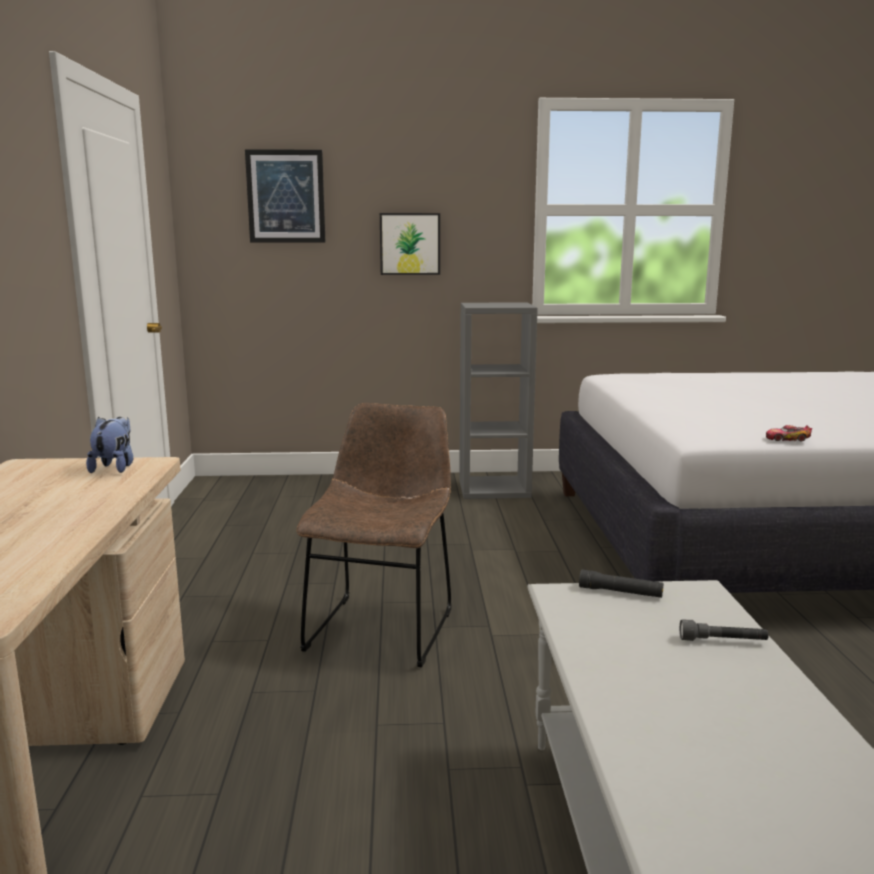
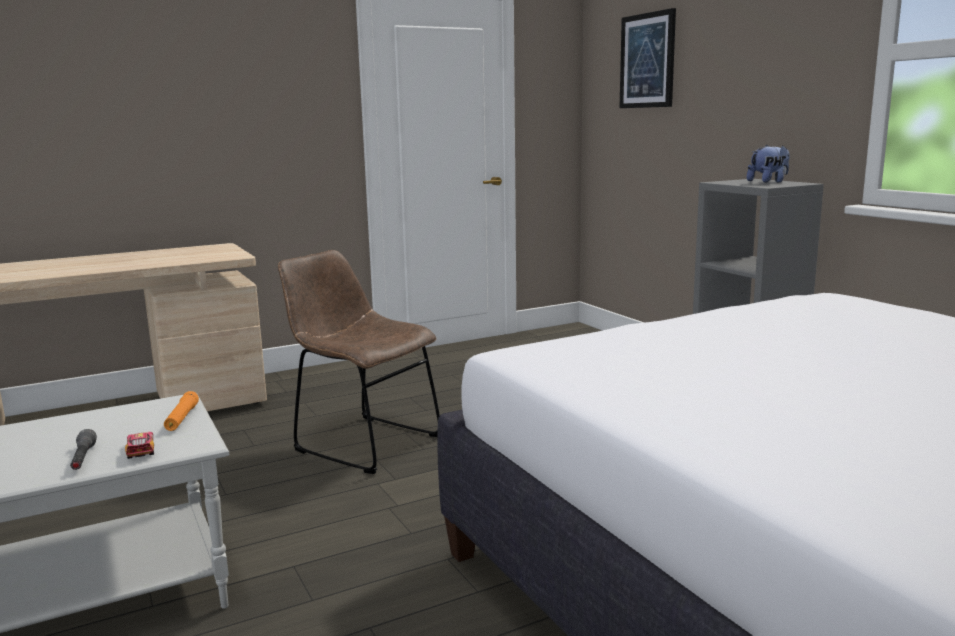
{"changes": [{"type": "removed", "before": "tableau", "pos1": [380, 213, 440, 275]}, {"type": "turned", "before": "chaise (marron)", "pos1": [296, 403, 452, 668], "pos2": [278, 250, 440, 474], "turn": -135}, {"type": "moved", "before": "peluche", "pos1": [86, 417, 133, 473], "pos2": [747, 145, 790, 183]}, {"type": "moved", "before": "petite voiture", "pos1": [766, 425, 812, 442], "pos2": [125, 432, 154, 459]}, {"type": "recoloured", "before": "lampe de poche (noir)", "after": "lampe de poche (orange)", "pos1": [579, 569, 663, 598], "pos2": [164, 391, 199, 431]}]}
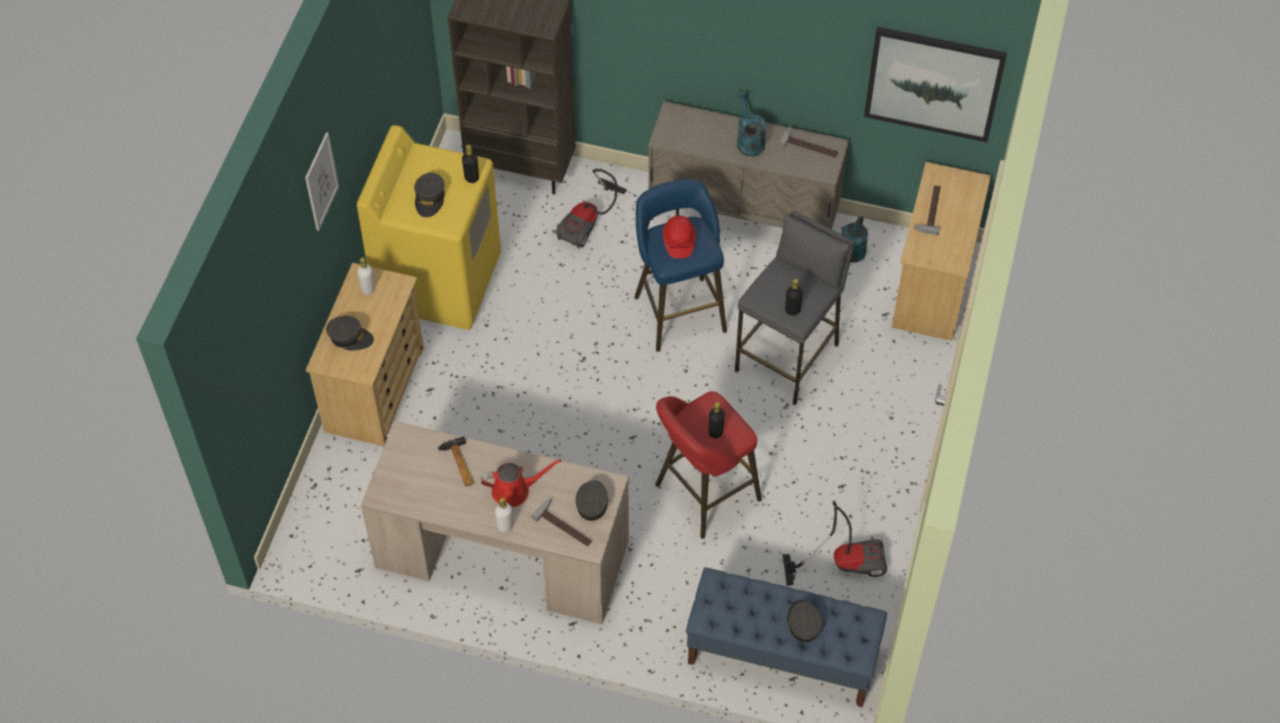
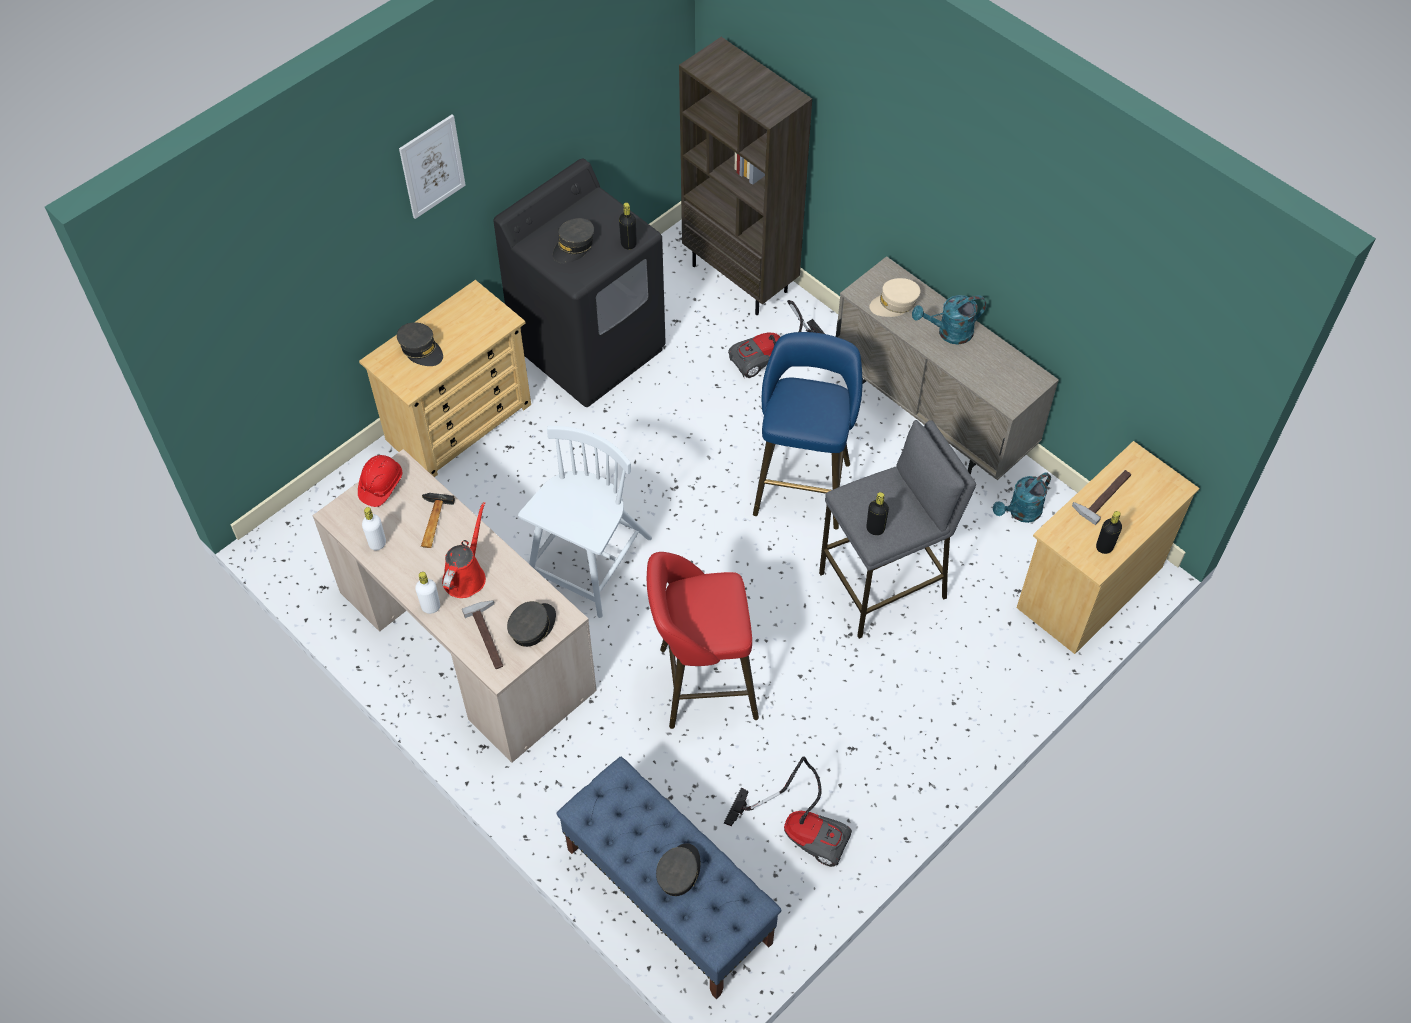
{"changes": [{"type": "removed", "before": "tableau", "pos1": [864, 27, 1007, 142]}, {"type": "turned", "before": "arrosoir (turquoise)", "pos1": [737, 91, 766, 157], "pos2": [912, 295, 987, 345], "turn": -120}, {"type": "recoloured", "before": "lave-linge (jaune)", "after": "lave-linge (noir)", "pos1": [357, 125, 501, 330], "pos2": [493, 159, 665, 407]}, {"type": "removed", "before": "marteau", "pos1": [779, 126, 838, 157]}, {"type": "moved", "before": "casque de chantier (rouge)", "pos1": [663, 215, 696, 258], "pos2": [358, 455, 402, 507]}, {"type": "moved", "before": "bouteille (blanc)", "pos1": [357, 258, 375, 295], "pos2": [362, 507, 386, 550]}, {"type": "moved", "before": "bouteille (noir)", "pos1": [708, 402, 725, 438], "pos2": [1096, 511, 1122, 554]}, {"type": "turned", "before": "arrosoir (rouge)", "pos1": [481, 459, 561, 507], "pos2": [442, 502, 486, 598], "turn": -90}, {"type": "added", "after": "casquette (beige)", "pos2": [869, 278, 920, 317]}, {"type": "added", "after": "chaise (blanc)", "pos2": [518, 426, 652, 618]}]}
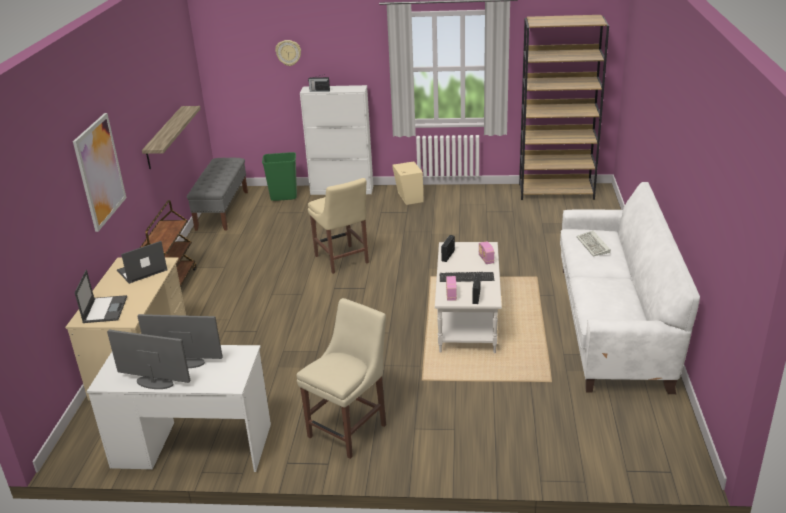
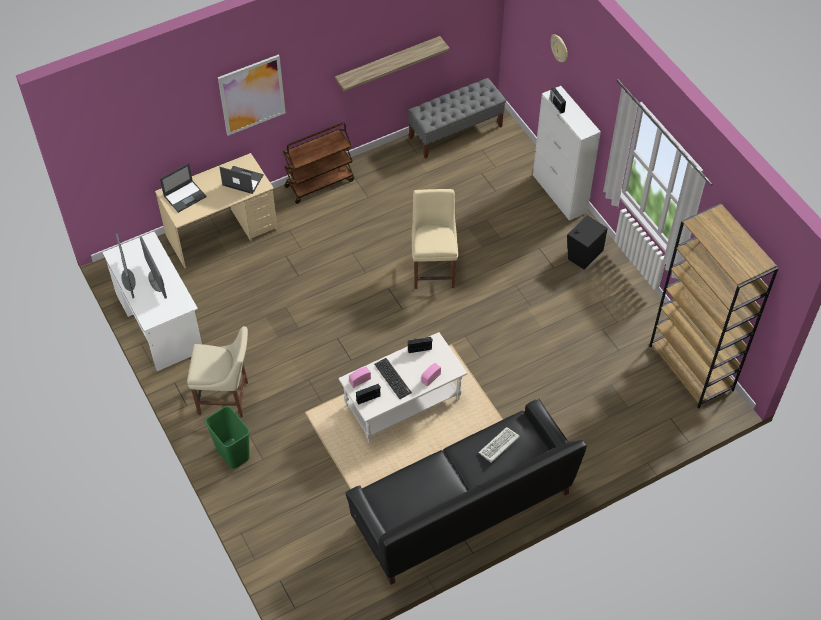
{"changes": [{"type": "moved", "before": "poubelle (vert)", "pos1": [262, 152, 297, 201], "pos2": [205, 406, 250, 469]}, {"type": "recoloured", "before": "enceinte (beige)", "after": "enceinte (noir)", "pos1": [393, 161, 424, 205], "pos2": [567, 215, 608, 269]}, {"type": "turned", "before": "chaise (beige)", "pos1": [308, 178, 369, 274], "pos2": [412, 189, 458, 289], "turn": 150}, {"type": "recoloured", "before": "canapé (blanc)", "after": "canapé (noir)", "pos1": [560, 182, 700, 394], "pos2": [345, 399, 587, 585]}]}
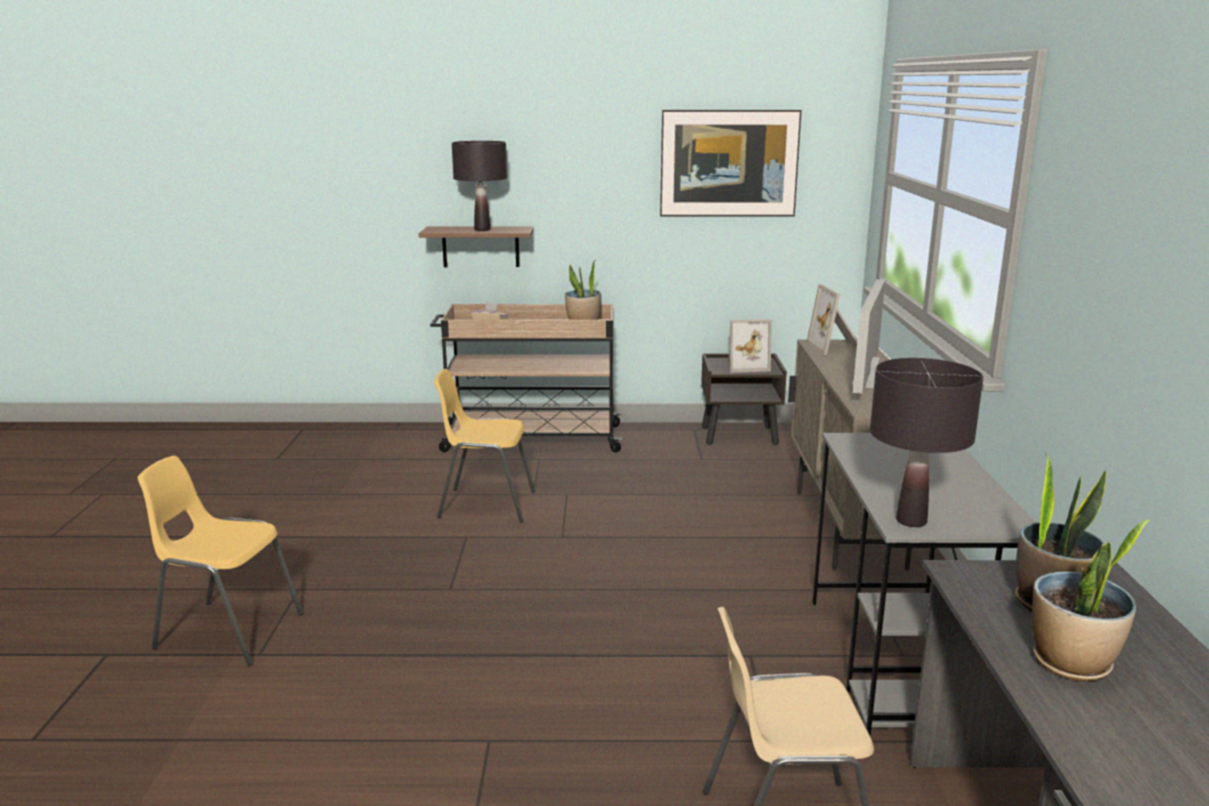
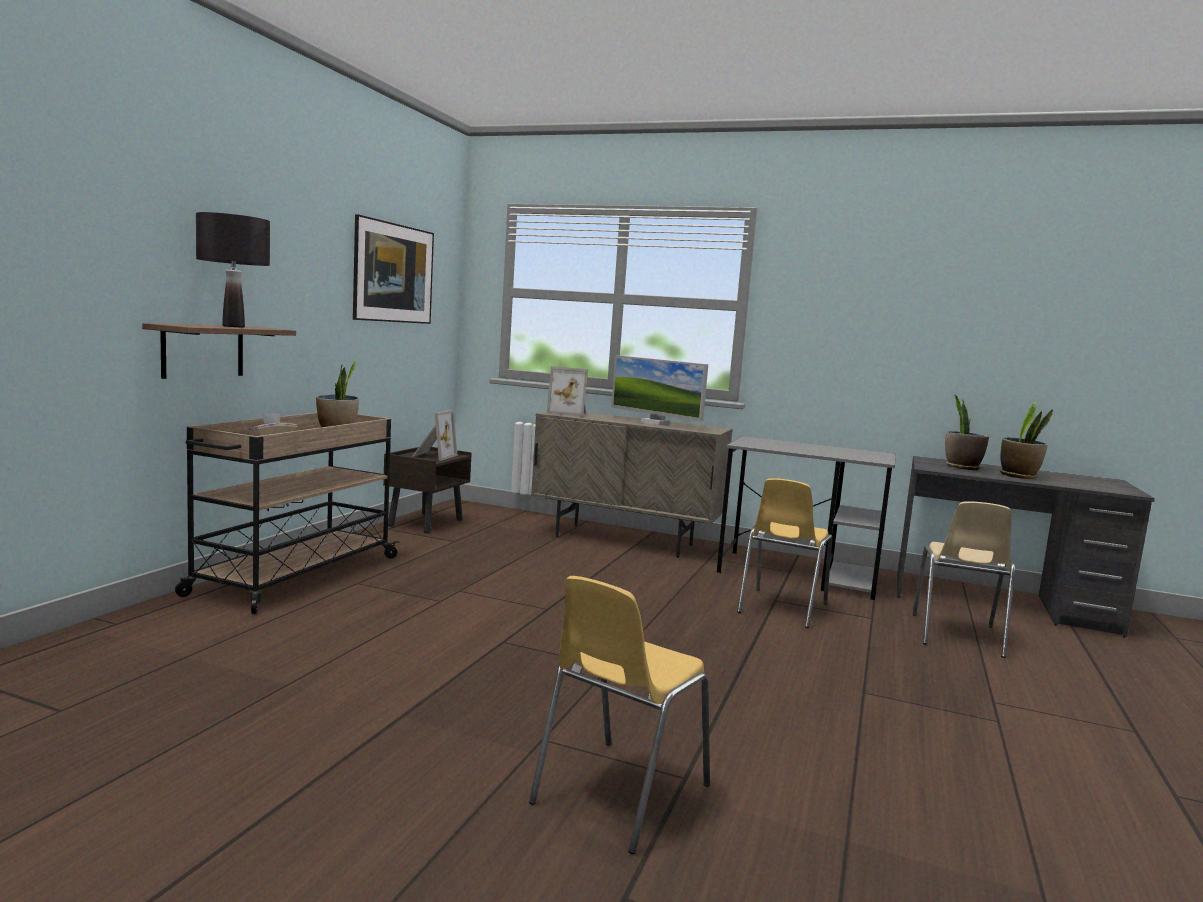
{"changes": [{"type": "removed", "before": "lampe de table (noir)", "pos1": [870, 358, 983, 527]}, {"type": "moved", "before": "chaise (jaune)", "pos1": [434, 369, 535, 523], "pos2": [737, 478, 832, 628]}]}
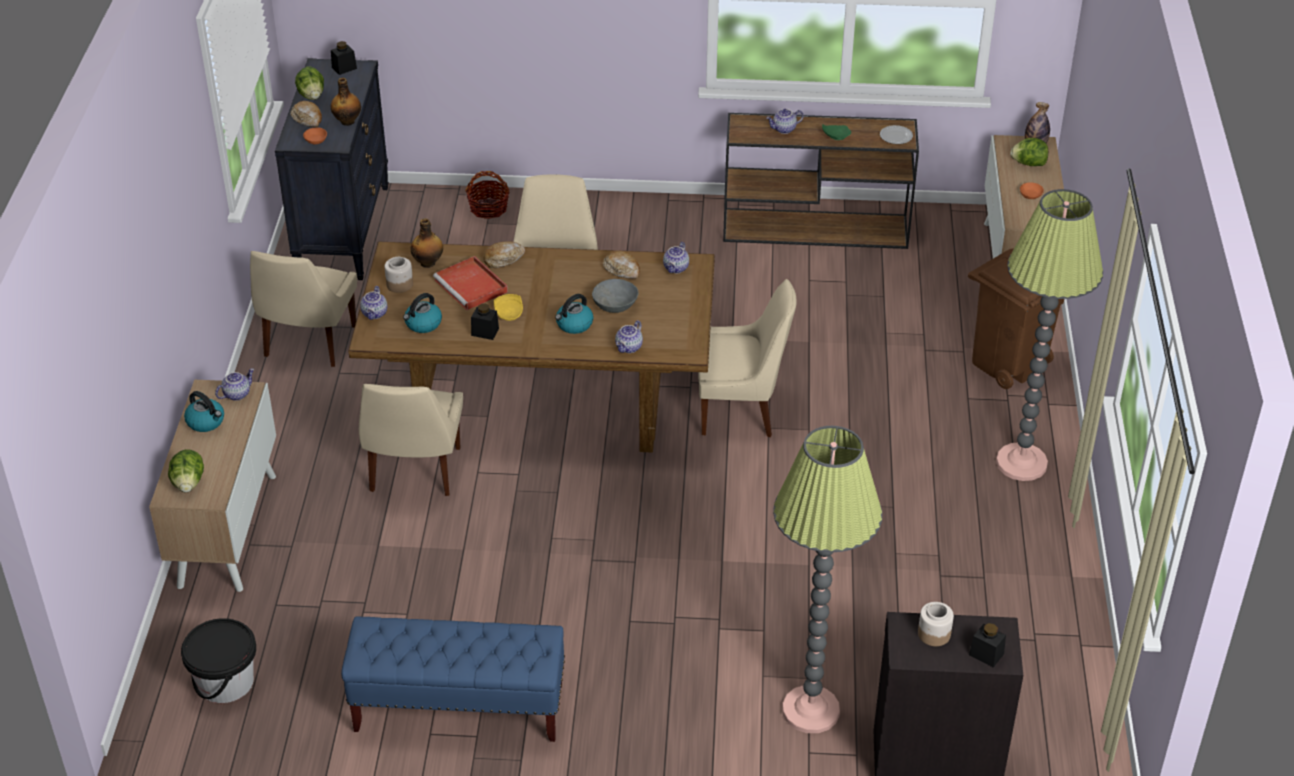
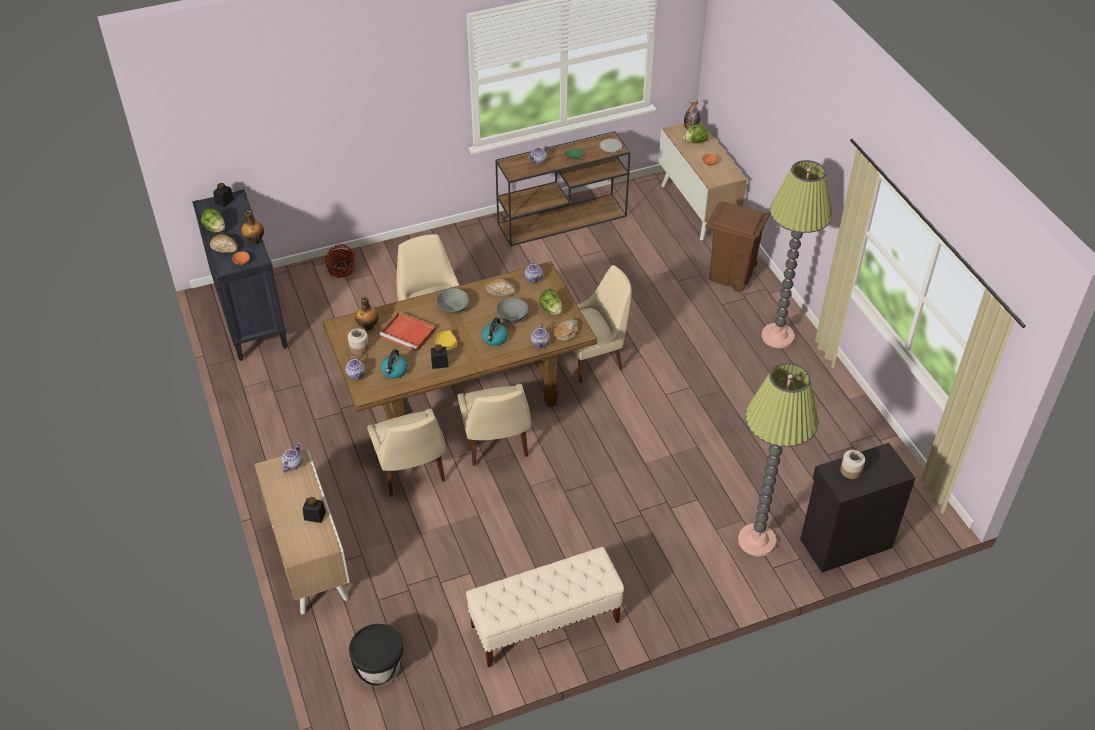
{"changes": [{"type": "moved", "before": "pain", "pos1": [483, 241, 525, 268], "pos2": [553, 319, 578, 342]}, {"type": "moved", "before": "chaise (beige)", "pos1": [250, 251, 357, 367], "pos2": [457, 384, 531, 466]}, {"type": "removed", "before": "bouilloire", "pos1": [184, 391, 224, 432]}, {"type": "moved", "before": "laitue", "pos1": [168, 449, 204, 493], "pos2": [539, 289, 563, 315]}, {"type": "recoloured", "before": "banc (bleu)", "after": "banc (beige)", "pos1": [341, 616, 565, 742], "pos2": [466, 547, 624, 667]}, {"type": "moved", "before": "bocal (noir)", "pos1": [969, 623, 1006, 667], "pos2": [302, 497, 326, 523]}, {"type": "added", "after": "bol (gris)", "pos2": [437, 288, 469, 314]}]}
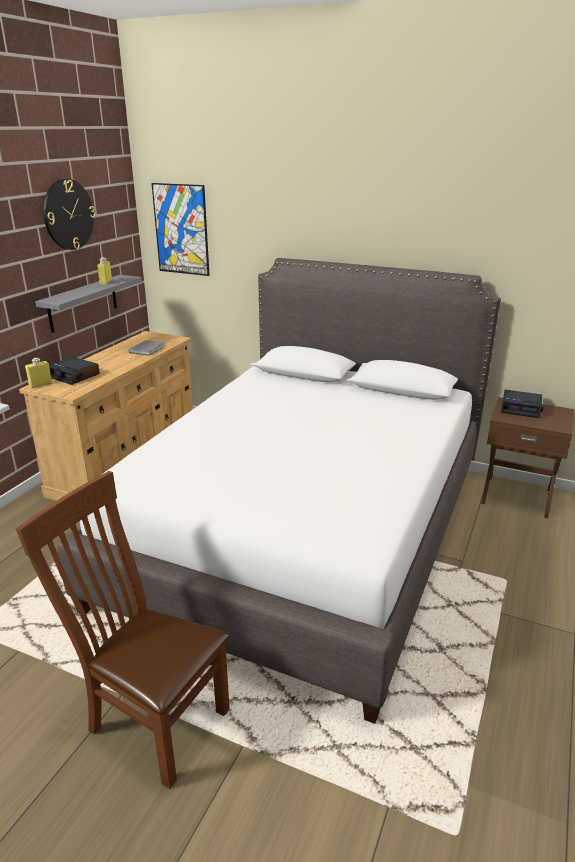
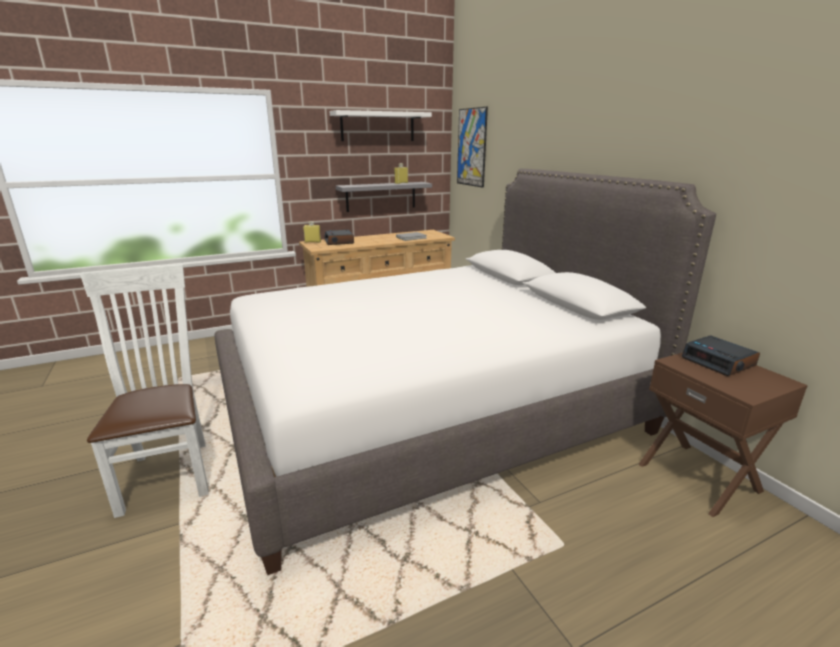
{"changes": [{"type": "replaced", "before": "horloge murale", "after": "étagère (blanc)", "pos1": [43, 179, 95, 250], "pos2": [329, 110, 432, 141]}, {"type": "recoloured", "before": "chaise (marron)", "after": "chaise (blanc)", "pos1": [16, 471, 230, 789], "pos2": [80, 264, 209, 518]}]}
